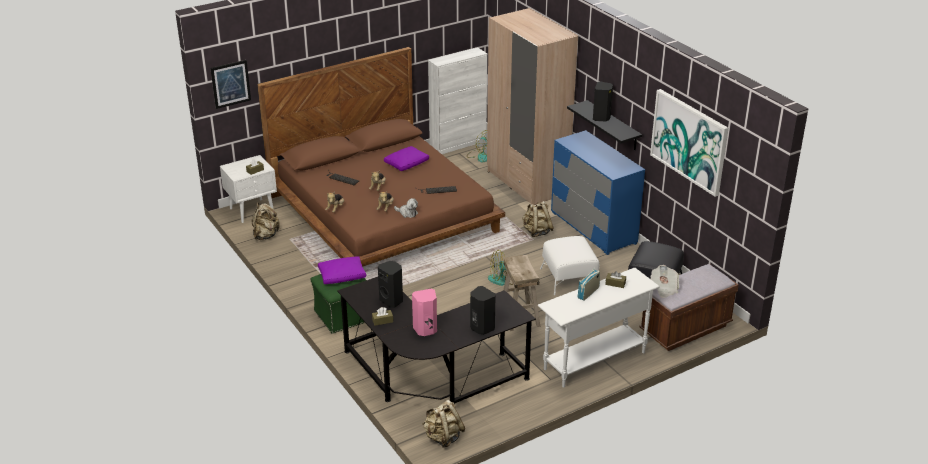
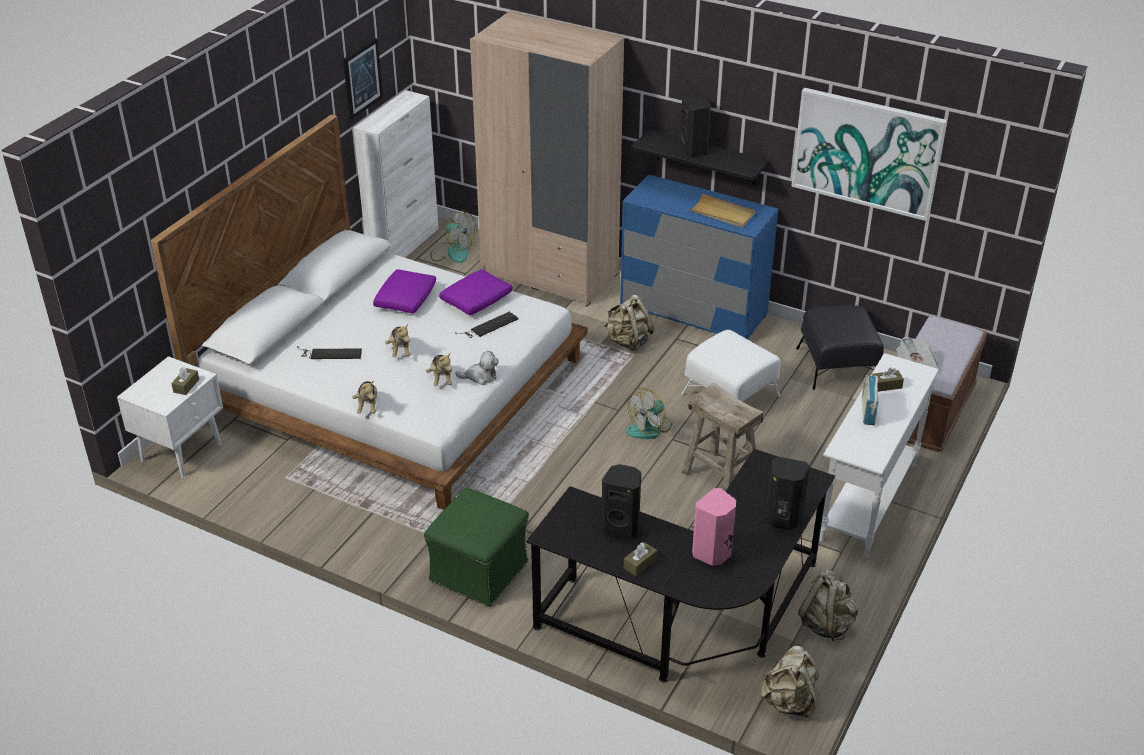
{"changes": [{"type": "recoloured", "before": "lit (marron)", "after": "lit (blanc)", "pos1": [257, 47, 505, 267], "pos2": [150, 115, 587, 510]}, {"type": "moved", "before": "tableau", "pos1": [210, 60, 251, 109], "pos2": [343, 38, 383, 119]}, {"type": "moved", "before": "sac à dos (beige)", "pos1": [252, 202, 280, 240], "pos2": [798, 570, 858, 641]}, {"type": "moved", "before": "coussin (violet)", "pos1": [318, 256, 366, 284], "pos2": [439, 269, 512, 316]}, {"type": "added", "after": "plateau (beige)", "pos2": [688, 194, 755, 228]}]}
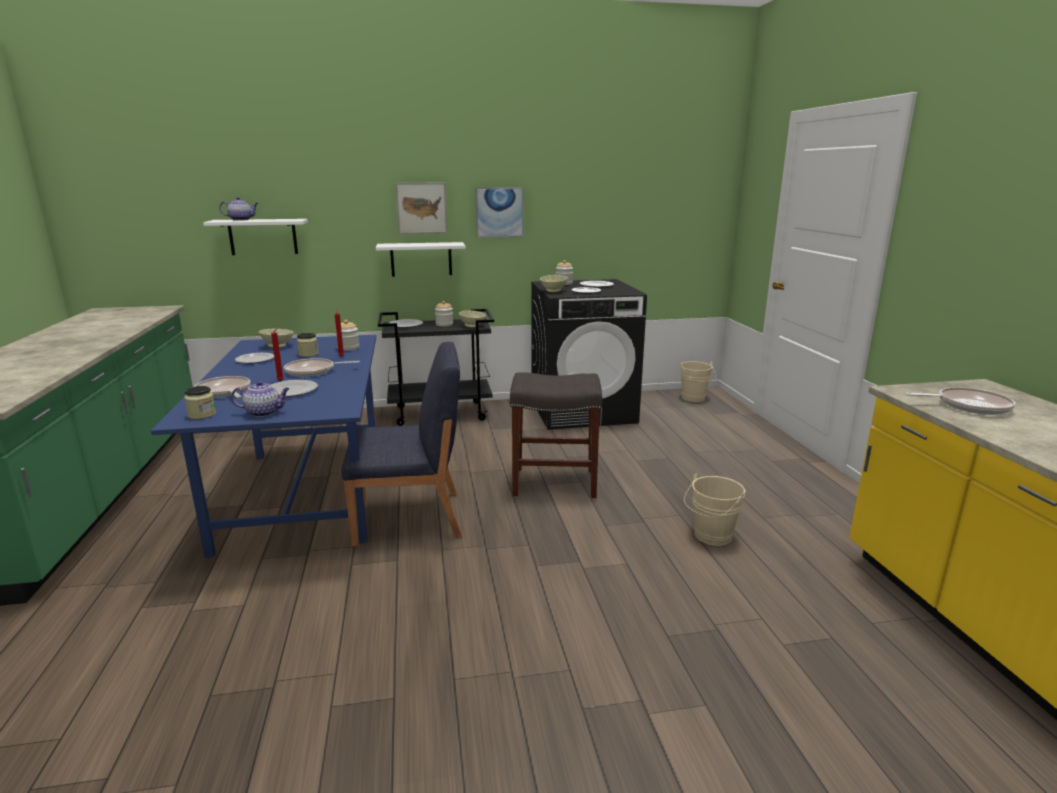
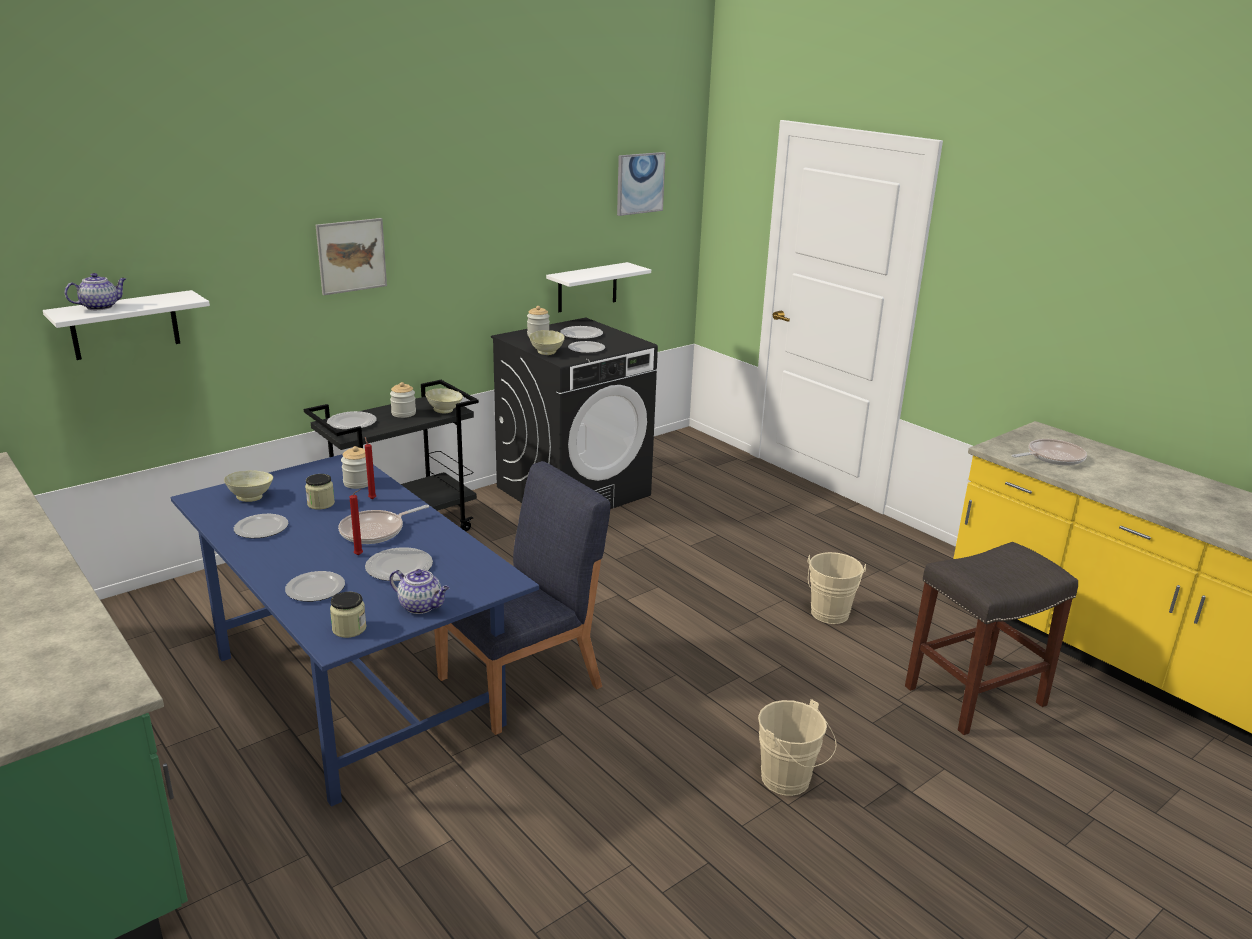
{"changes": [{"type": "moved", "before": "tableau", "pos1": [475, 188, 524, 238], "pos2": [617, 152, 666, 216]}, {"type": "moved", "before": "étagère (blanc)", "pos1": [376, 242, 466, 277], "pos2": [546, 262, 651, 312]}, {"type": "moved", "before": "seau (beige)", "pos1": [680, 361, 716, 402], "pos2": [758, 699, 836, 796]}, {"type": "moved", "before": "tabouret (gris)", "pos1": [510, 372, 602, 498], "pos2": [905, 542, 1078, 735]}, {"type": "replaced", "before": "poêle", "after": "assiette", "pos1": [194, 376, 250, 398], "pos2": [285, 571, 345, 602]}, {"type": "turned", "before": "théière", "pos1": [231, 381, 290, 417], "pos2": [389, 569, 449, 614], "turn": 60}]}
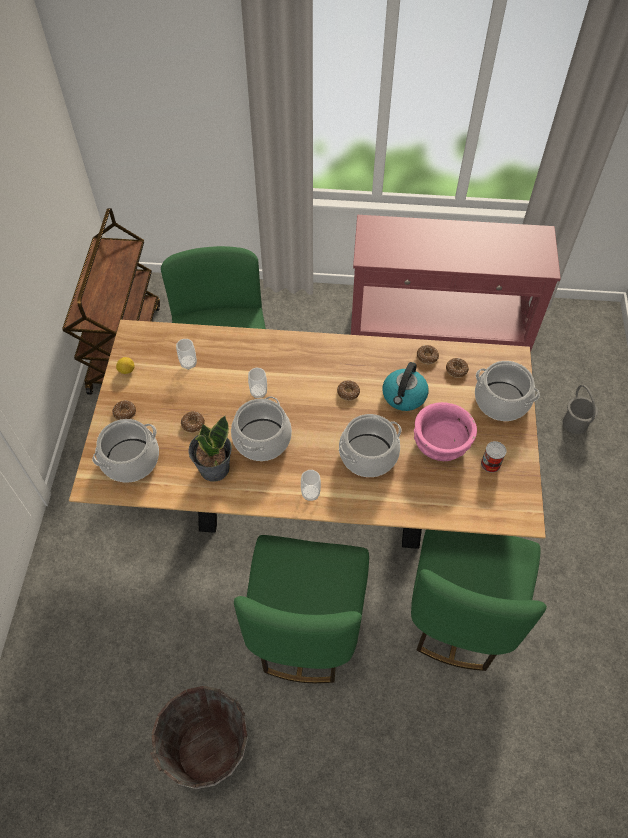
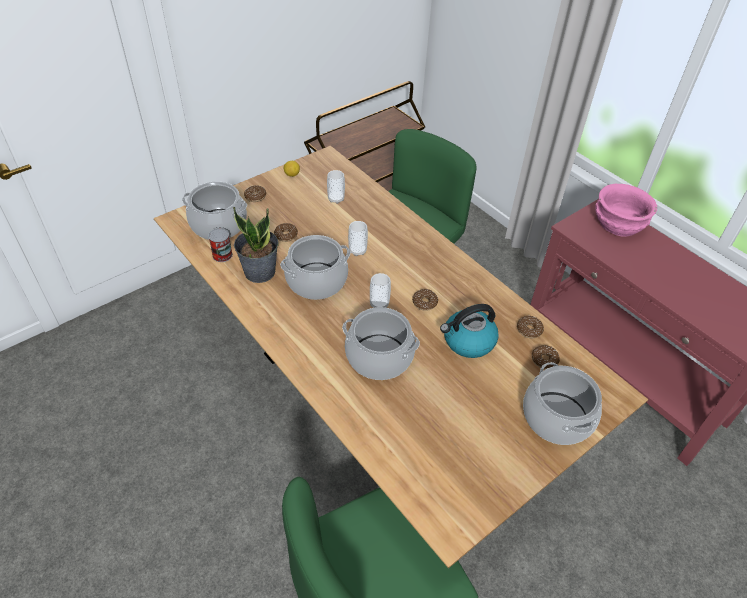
{"changes": [{"type": "removed", "before": "seau (gris)", "pos1": [563, 385, 598, 434]}, {"type": "moved", "before": "bol (rose)", "pos1": [414, 402, 477, 461], "pos2": [595, 184, 657, 236]}, {"type": "moved", "before": "boîte métallique", "pos1": [481, 441, 506, 473], "pos2": [208, 228, 233, 262]}, {"type": "moved", "before": "tasse", "pos1": [301, 470, 321, 501], "pos2": [370, 273, 391, 308]}, {"type": "removed", "before": "chaise (vert)", "pos1": [234, 535, 369, 683]}, {"type": "removed", "before": "seau (marron)", "pos1": [150, 686, 248, 789]}]}
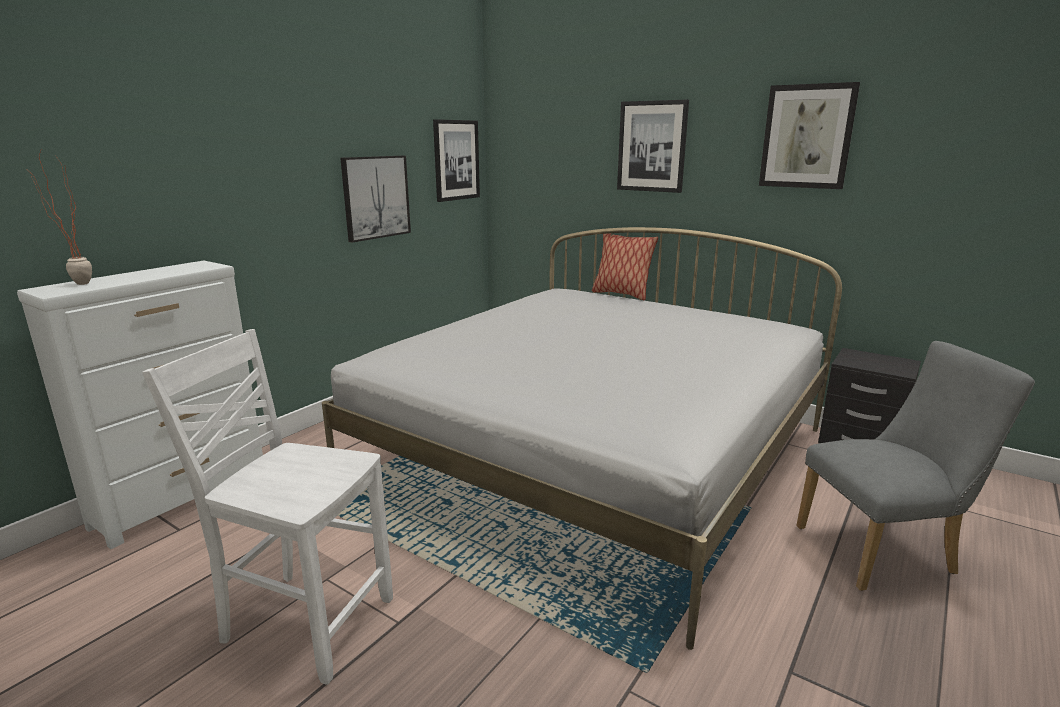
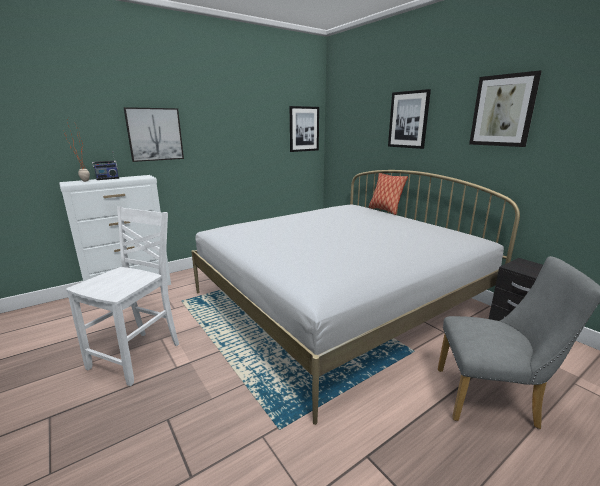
{"changes": [{"type": "moved", "before": "tableau", "pos1": [340, 156, 411, 243], "pos2": [124, 107, 184, 162]}, {"type": "turned", "before": "chaise (blanc)", "pos1": [142, 329, 393, 685], "pos2": [66, 207, 179, 386], "turn": 75}, {"type": "added", "after": "radio", "pos2": [92, 155, 119, 180]}]}
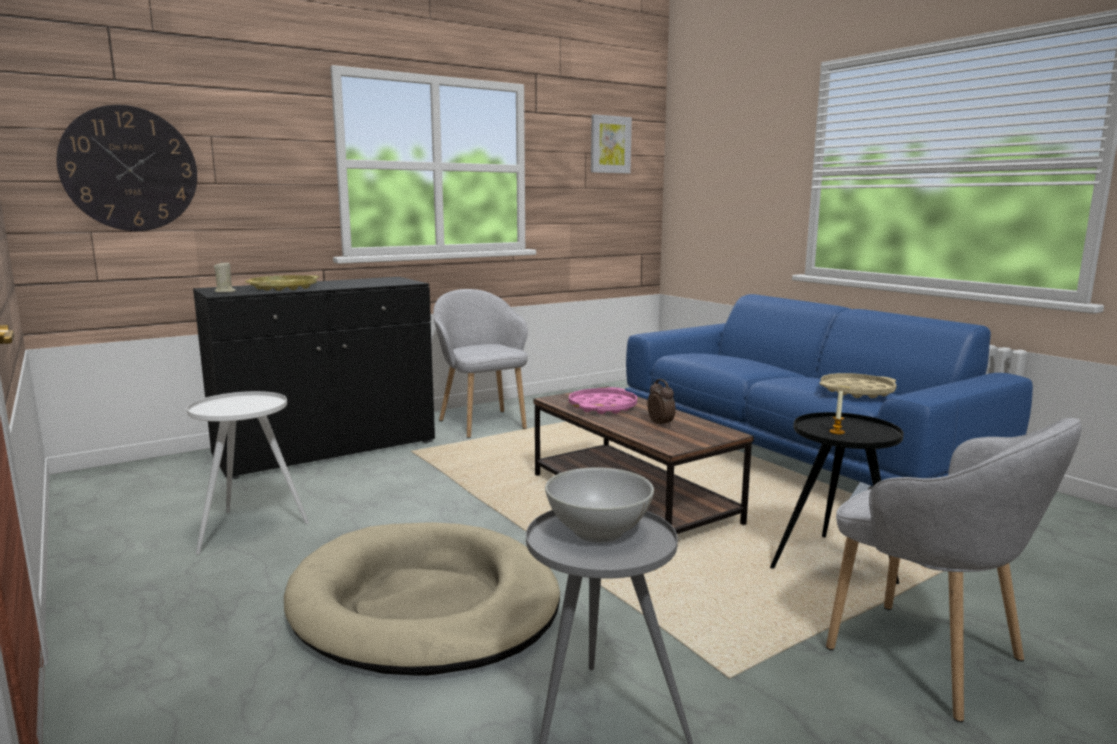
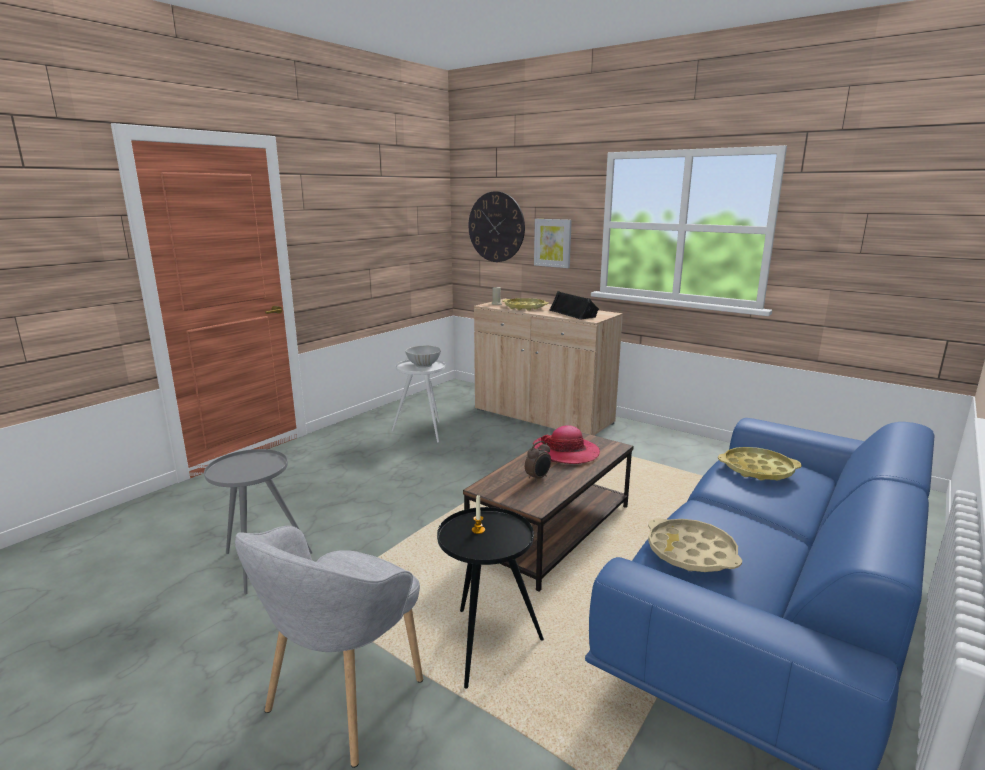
{"changes": [{"type": "moved", "before": "tableau", "pos1": [591, 114, 632, 173], "pos2": [534, 219, 572, 268]}, {"type": "recoloured", "before": "meuble de rangement (noir)", "after": "meuble de rangement (beige)", "pos1": [193, 277, 435, 479], "pos2": [474, 299, 623, 435]}, {"type": "removed", "before": "fauteuil (gris)", "pos1": [434, 289, 528, 438]}, {"type": "replaced", "before": "plateau (rose)", "after": "chapeau", "pos1": [569, 387, 637, 414], "pos2": [533, 425, 600, 464]}, {"type": "moved", "before": "bol (blanc)", "pos1": [545, 468, 654, 542], "pos2": [405, 346, 441, 368]}, {"type": "removed", "before": "panier pour chien (beige)", "pos1": [284, 522, 560, 676]}, {"type": "added", "after": "enceinte (noir)", "pos2": [549, 291, 599, 320]}, {"type": "added", "after": "plateau (jaune)", "pos2": [718, 447, 802, 481]}]}
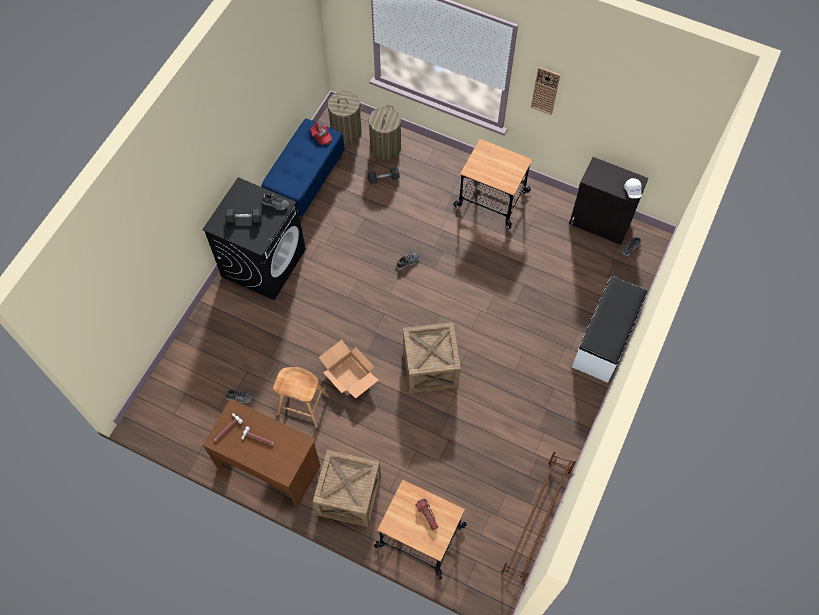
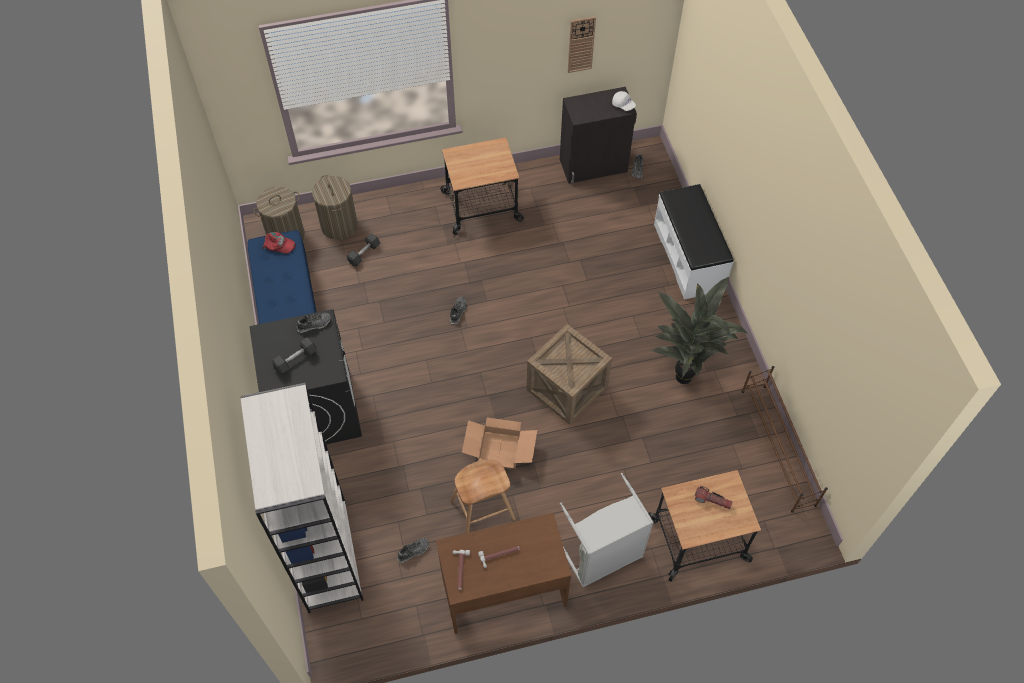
{"changes": [{"type": "moved", "before": "horloge murale", "pos1": [531, 67, 560, 115], "pos2": [568, 16, 596, 73]}, {"type": "replaced", "before": "caisse", "after": "panier à linge (gris)", "pos1": [313, 450, 381, 527], "pos2": [560, 473, 654, 587]}, {"type": "added", "after": "plante en pot", "pos2": [651, 277, 747, 384]}, {"type": "added", "after": "bibliothèque (blanc)", "pos2": [240, 383, 363, 613]}]}
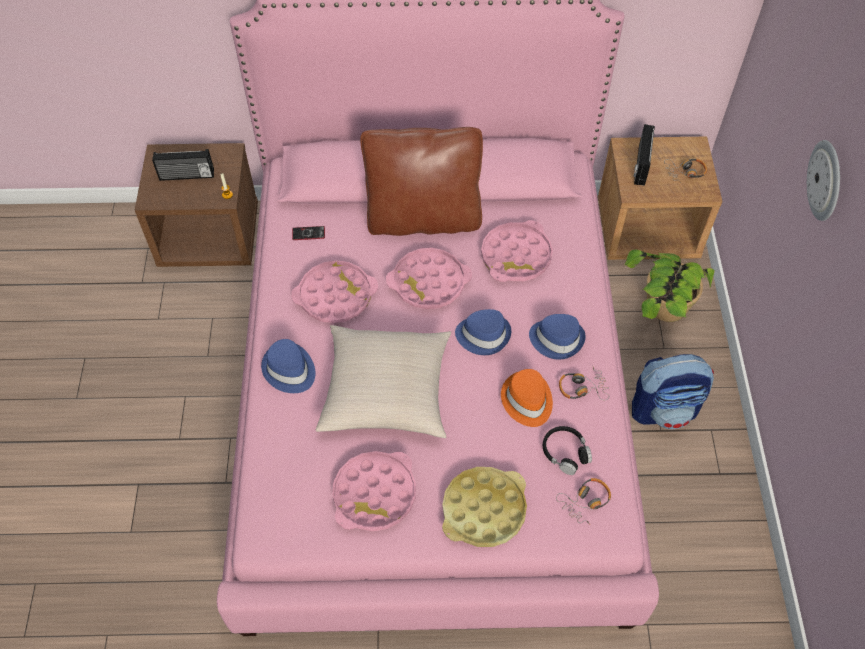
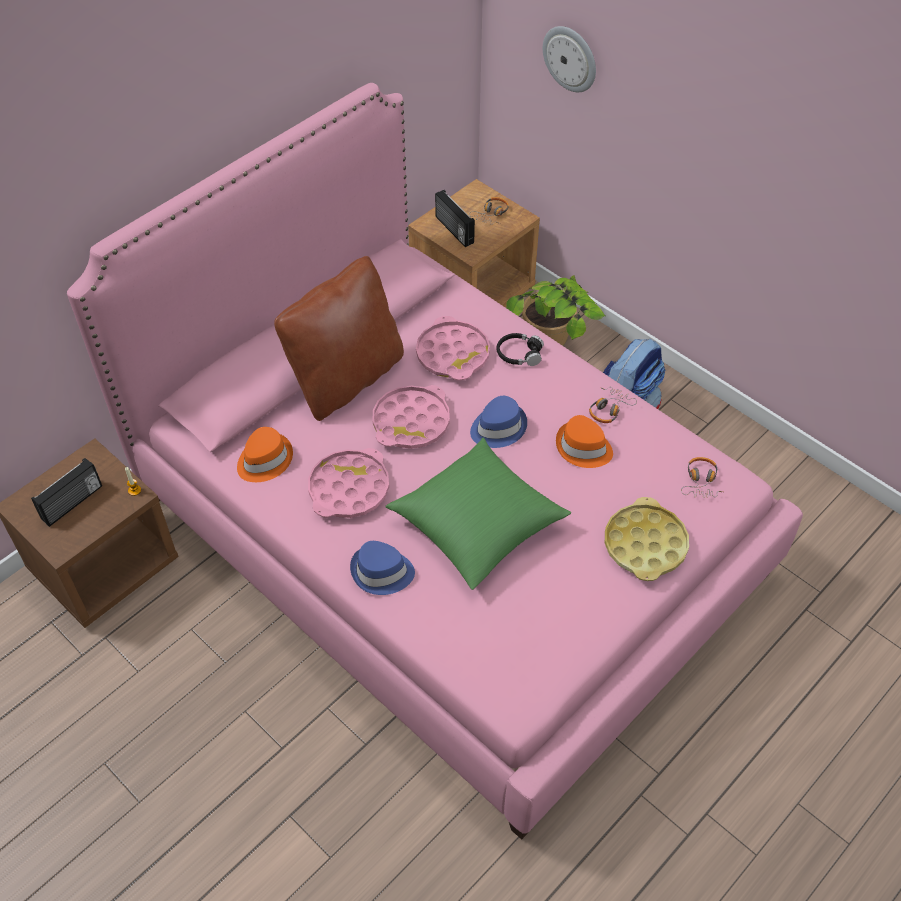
{"changes": [{"type": "moved", "before": "horloge murale", "pos1": [807, 140, 840, 221], "pos2": [543, 26, 596, 92]}, {"type": "replaced", "before": "téléphone", "after": "chapeau (orange)", "pos1": [292, 226, 325, 240], "pos2": [237, 427, 293, 482]}, {"type": "removed", "before": "chapeau (bleu)", "pos1": [529, 314, 586, 360]}, {"type": "recoloured", "before": "coussin (beige)", "after": "coussin (vert)", "pos1": [316, 325, 451, 438], "pos2": [385, 438, 571, 590]}, {"type": "moved", "before": "casque audio (noir)", "pos1": [543, 426, 592, 475], "pos2": [496, 333, 544, 366]}, {"type": "removed", "before": "plateau (rose)", "pos1": [332, 451, 416, 531]}]}
